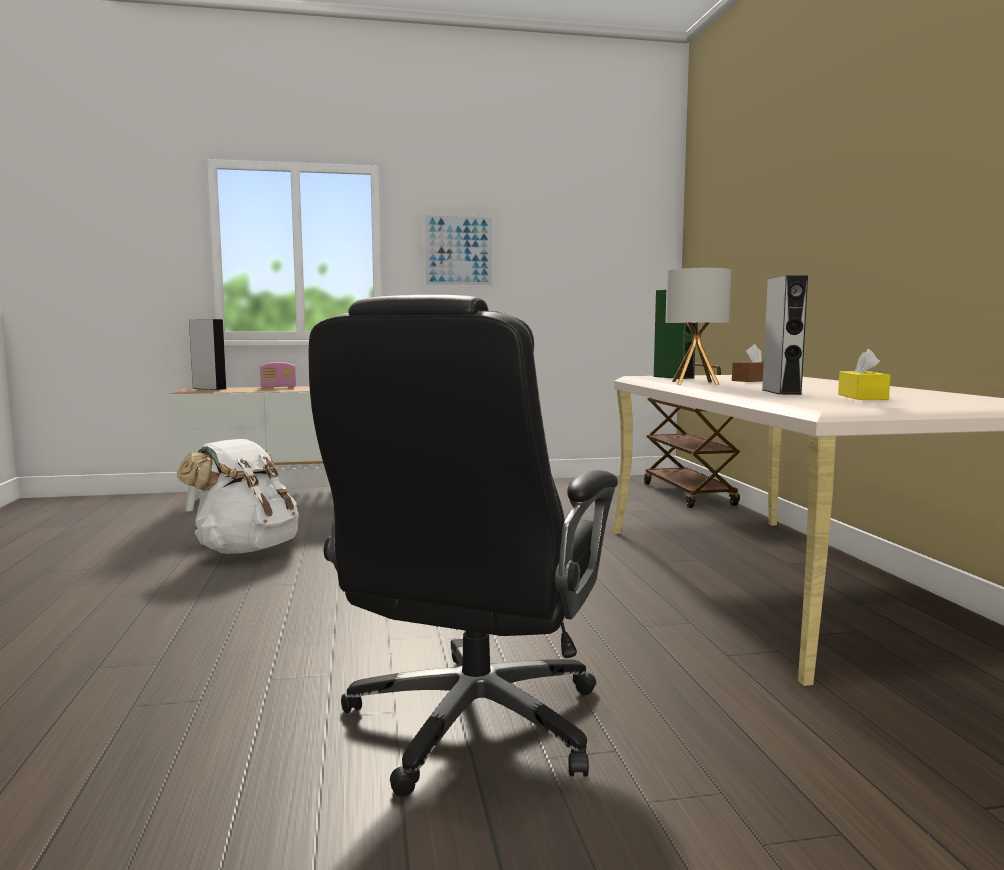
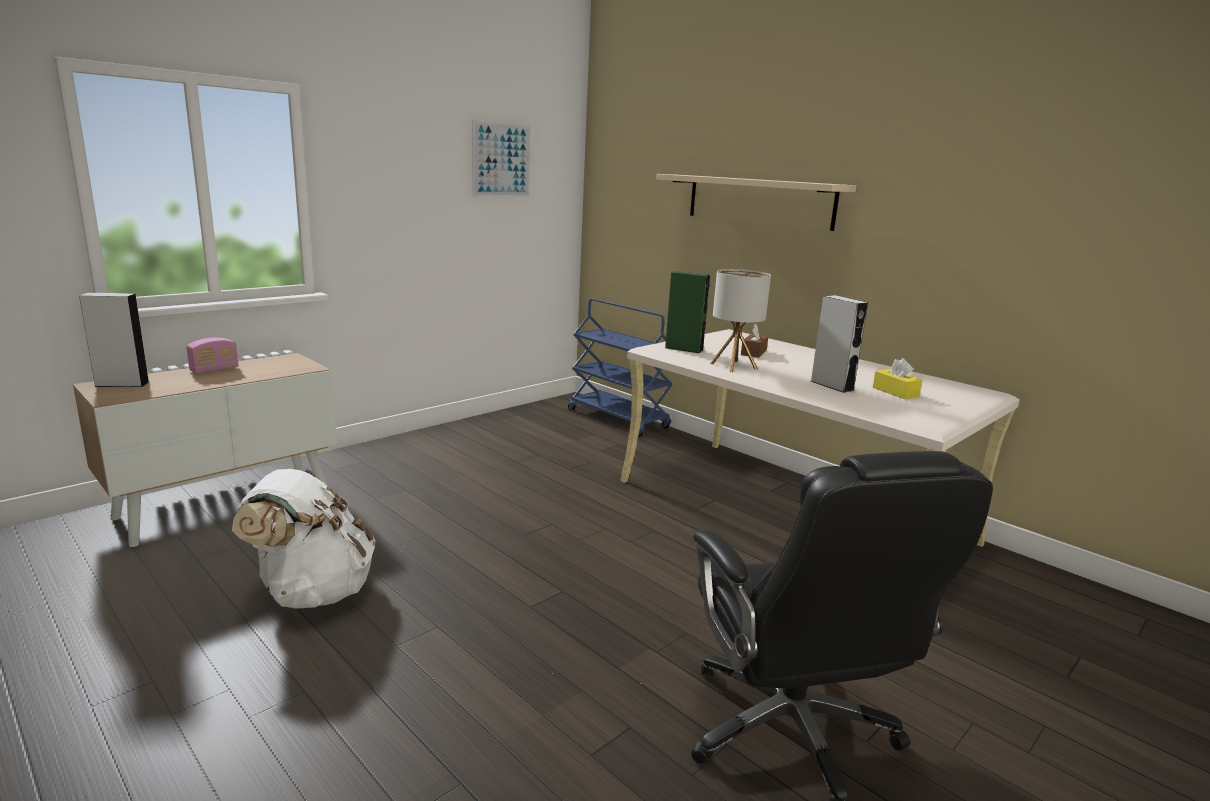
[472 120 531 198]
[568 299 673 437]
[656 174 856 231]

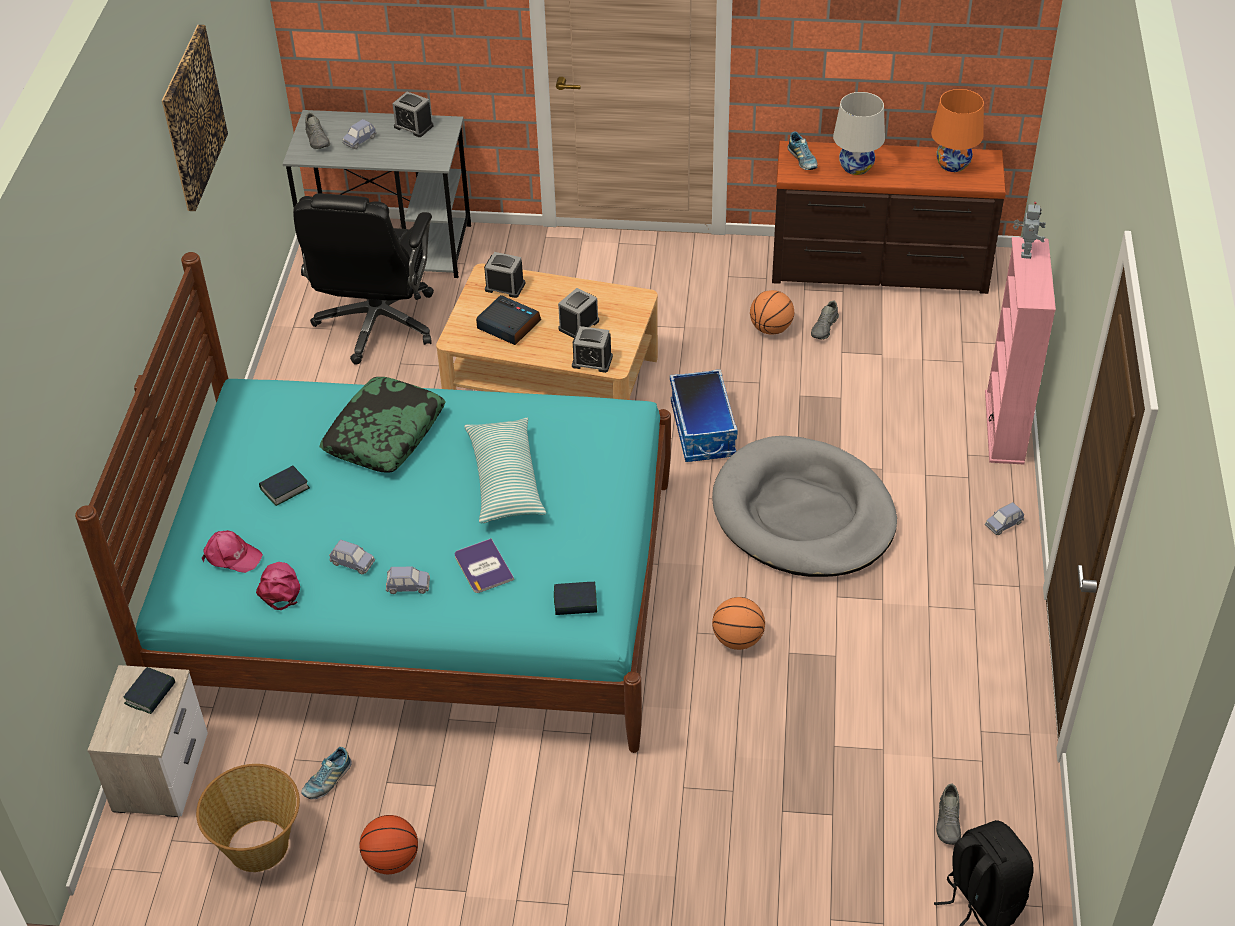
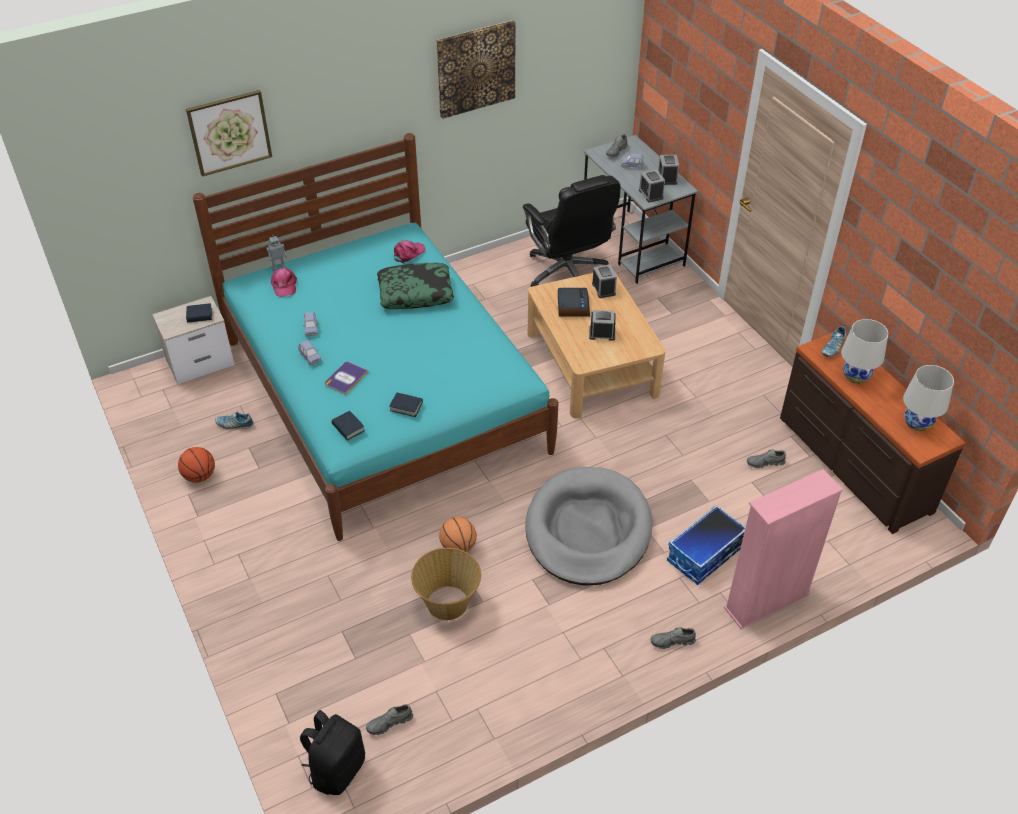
[411 548 481 620]
[394 240 425 263]
[390 393 423 417]
[523 175 620 287]
[464 418 546 523] (first image)
[639 170 665 203]
[667 505 745 585]
[750 290 794 335] (first image)
[903 365 954 431]
[651 627 696 649]
[266 235 287 271]
[186 90 272 177]

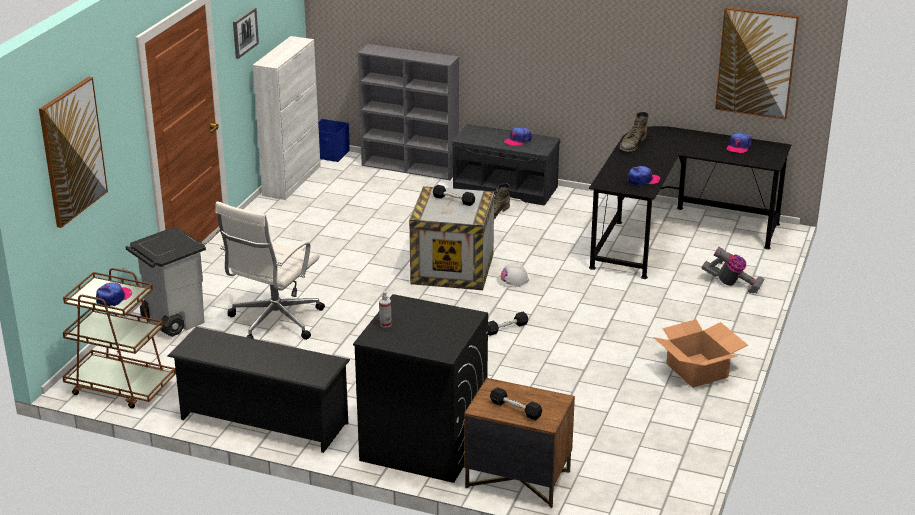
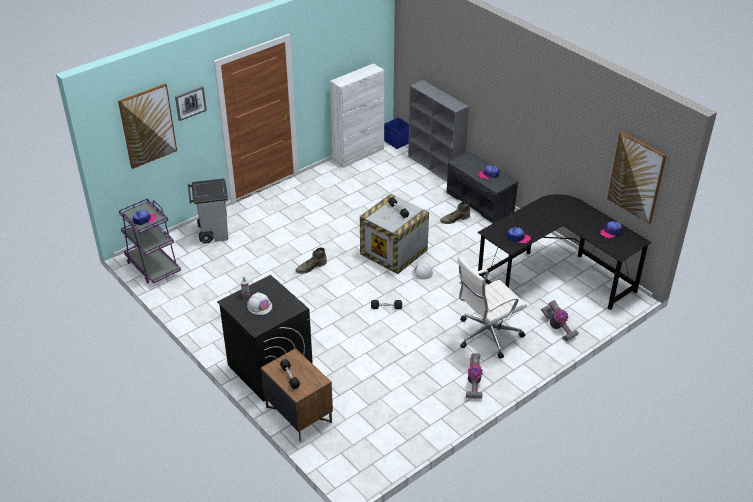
[119 199 181 284]
[167 327 350 453] (first image)
[457 257 527 359]
[175 86 207 121]
[295 248 327 274]
[466 353 483 399]
[247 292 272 315]

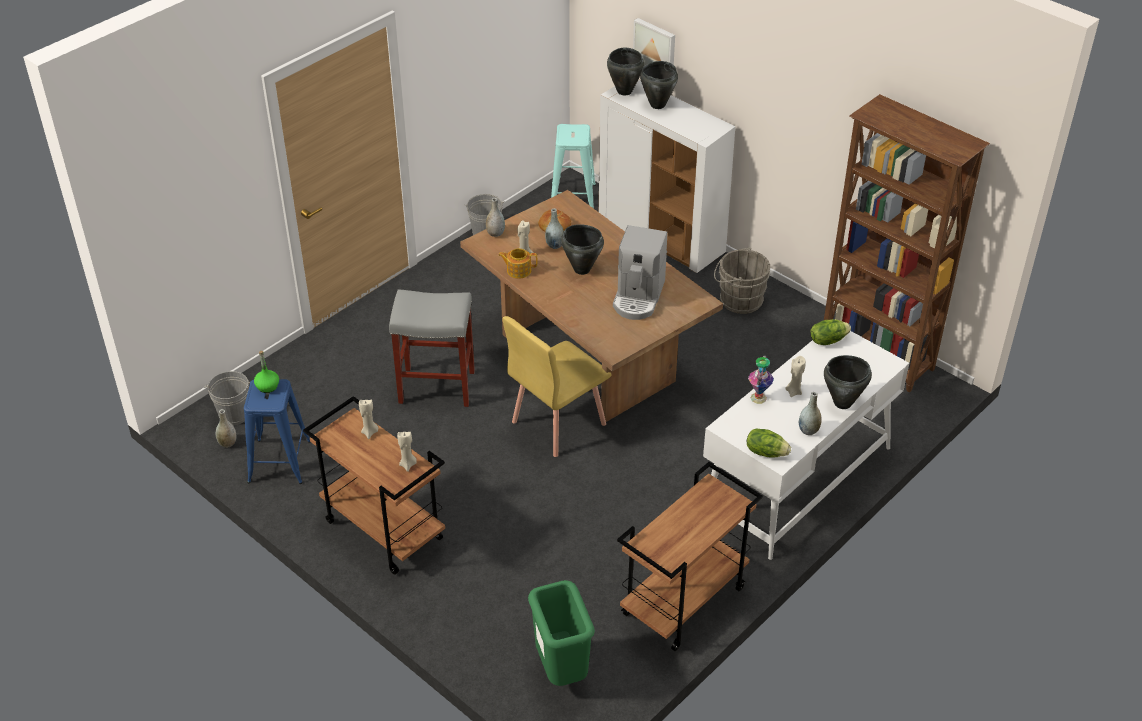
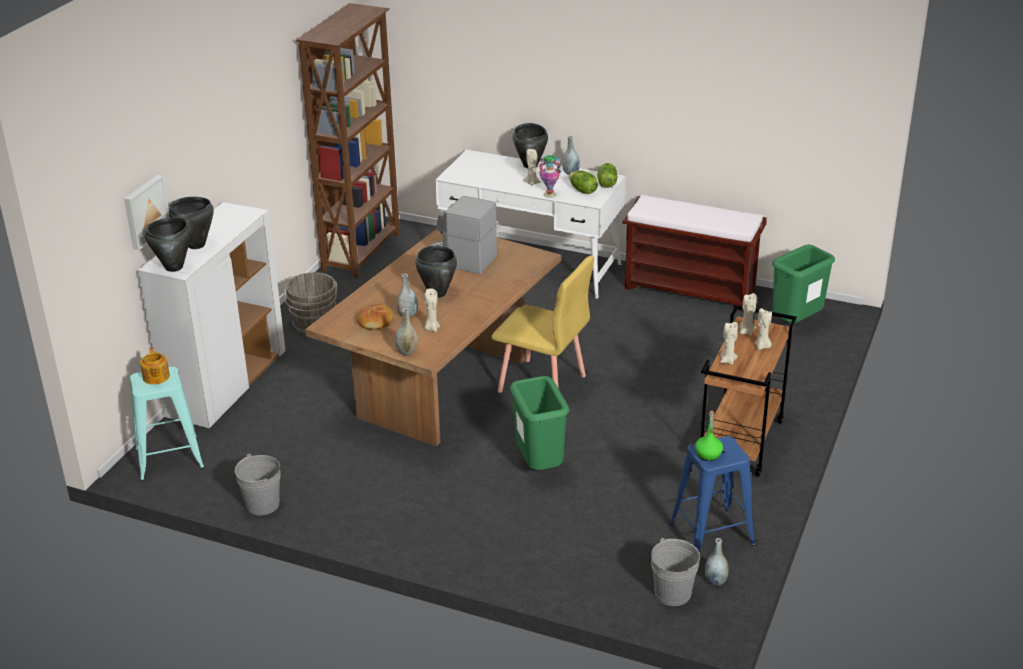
[510 376 569 470]
[140 348 170 385]
[430 196 497 274]
[623 195 767 312]
[569 171 598 194]
[755 308 772 350]

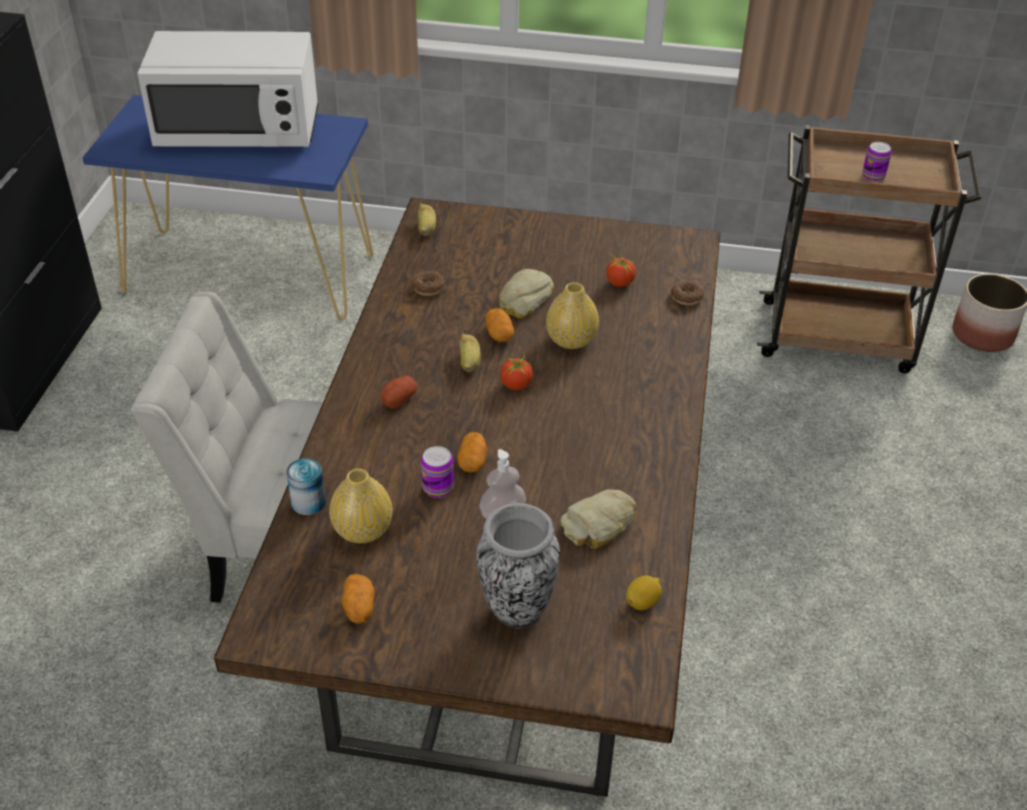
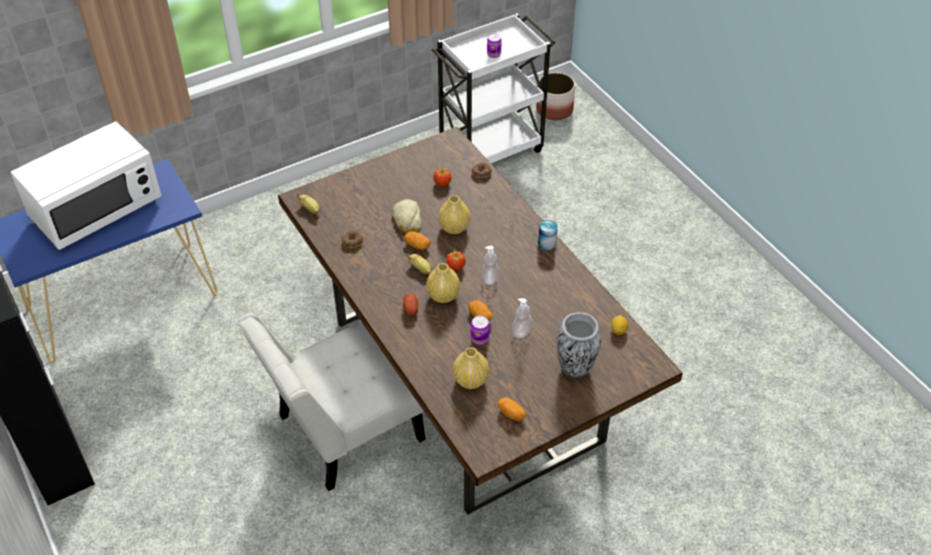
[538 220 558 250]
[560 489 636 549] (first image)
[431 13 556 163]
[426 263 460 303]
[481 246 499 285]

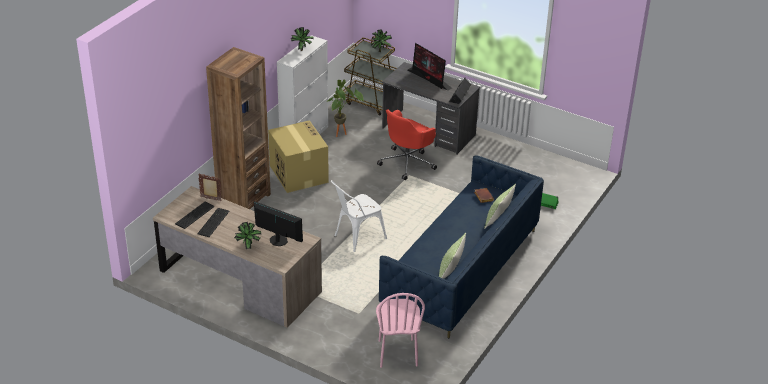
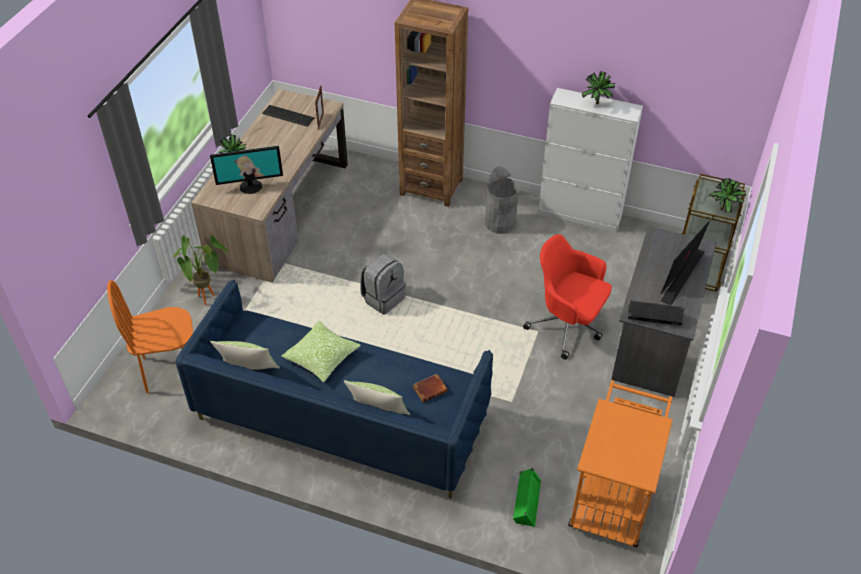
[197 208 229 237] (first image)
[210 146 283 194]
[485 167 519 234]
[173 235 228 305]
[360 254 406 314]
[107 280 193 394]
[282 321 361 383]
[568 380 673 548]

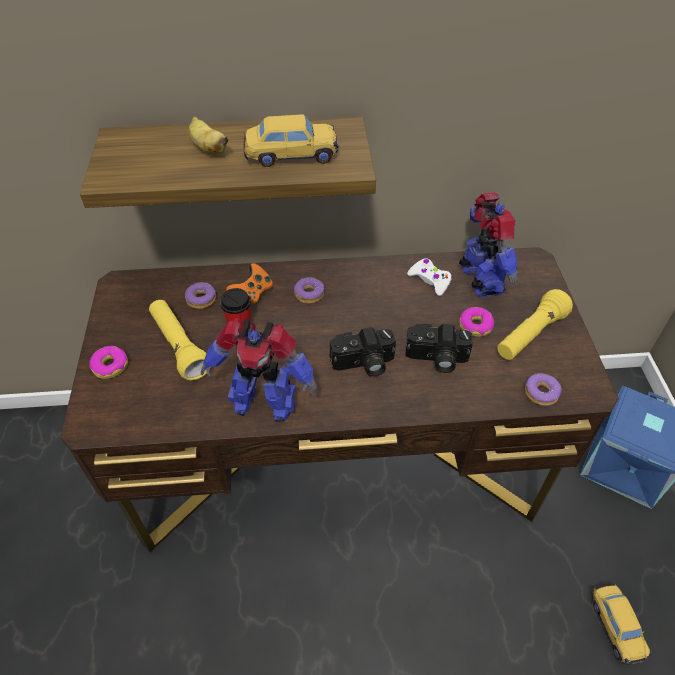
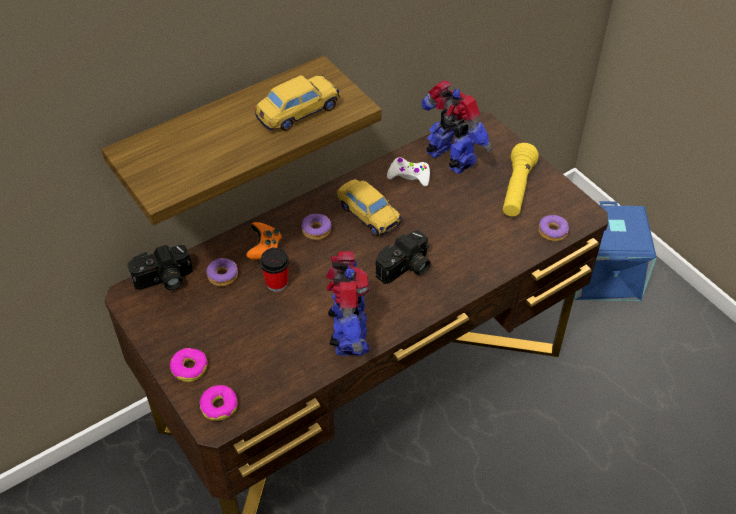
[149 300 206 381] (first image)
[189 117 228 155] (first image)
[326 251 371 357]
[127 245 193 290]
[200 385 238 421]
[336 179 402 237]

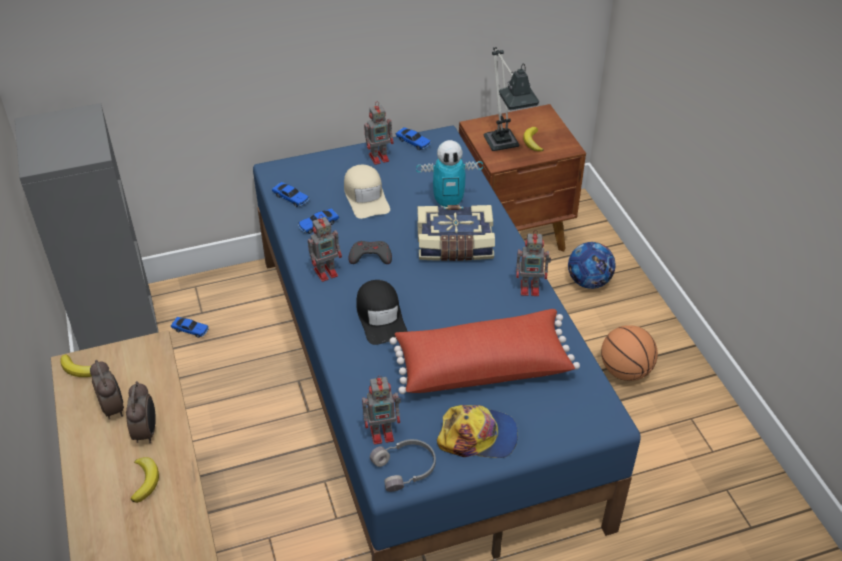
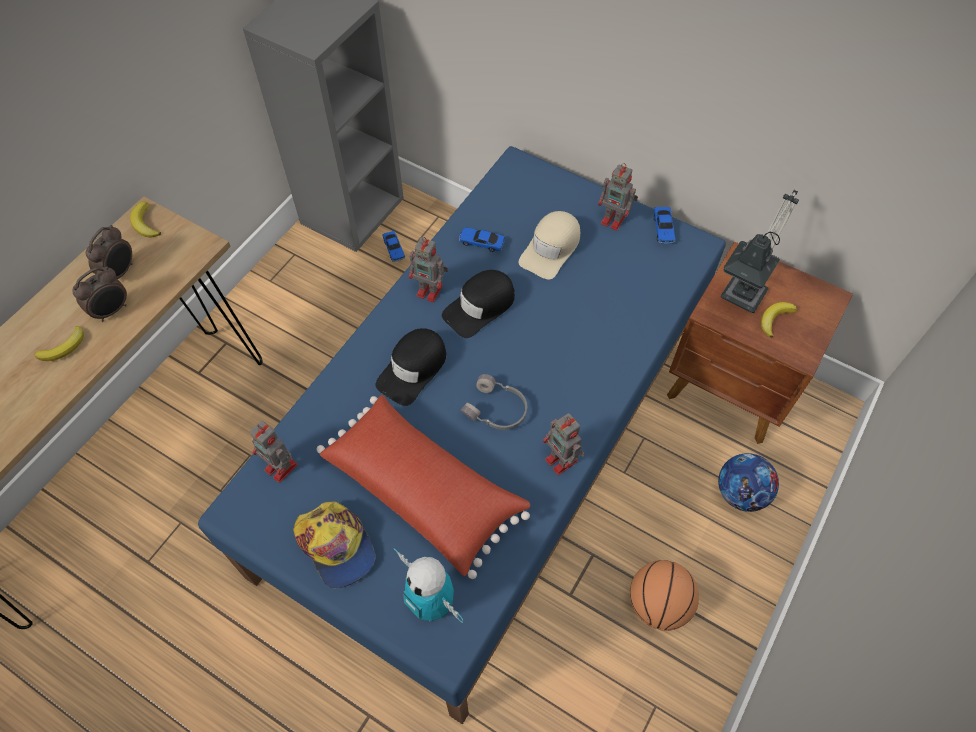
[272 182 309 207] (first image)
[442 270 515 338]
[461 374 527 430]
[394 548 464 623]
[418 205 495 261] (first image)

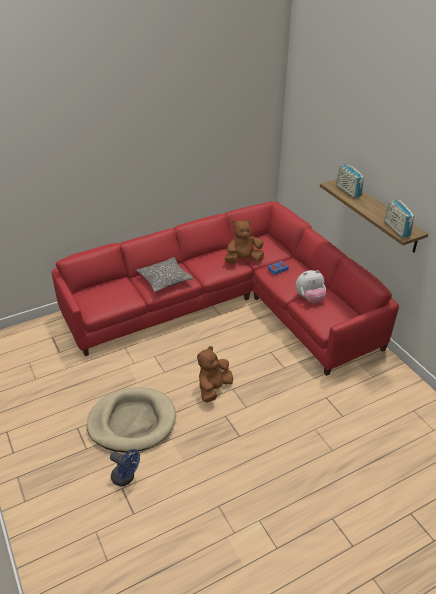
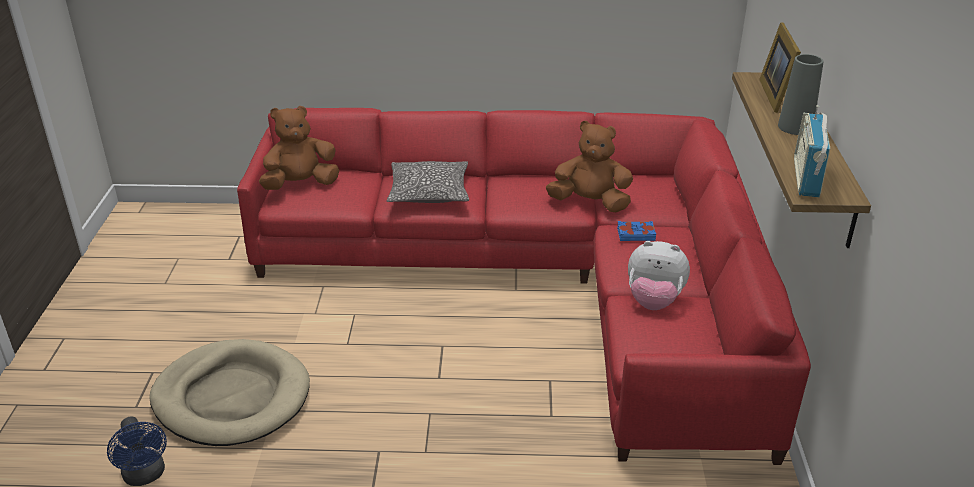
[259 106 339 190]
[759 22 801 113]
[778 54 824 135]

